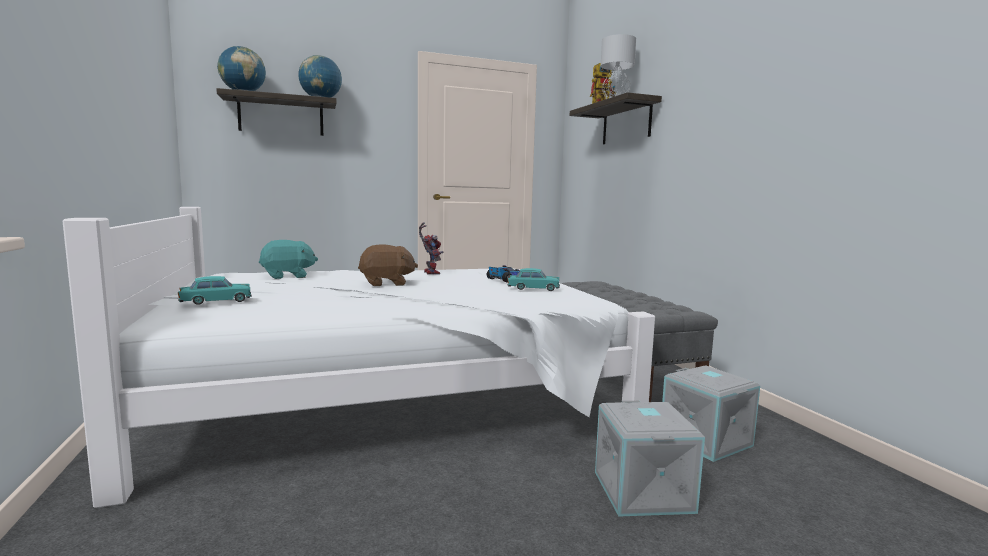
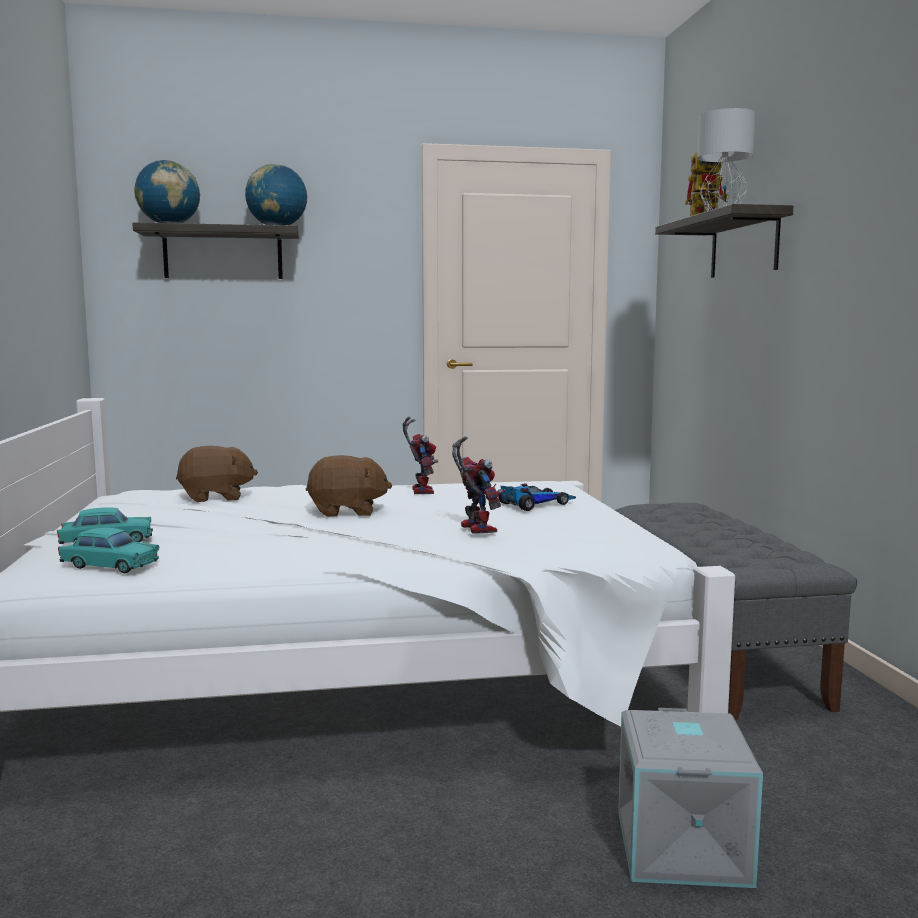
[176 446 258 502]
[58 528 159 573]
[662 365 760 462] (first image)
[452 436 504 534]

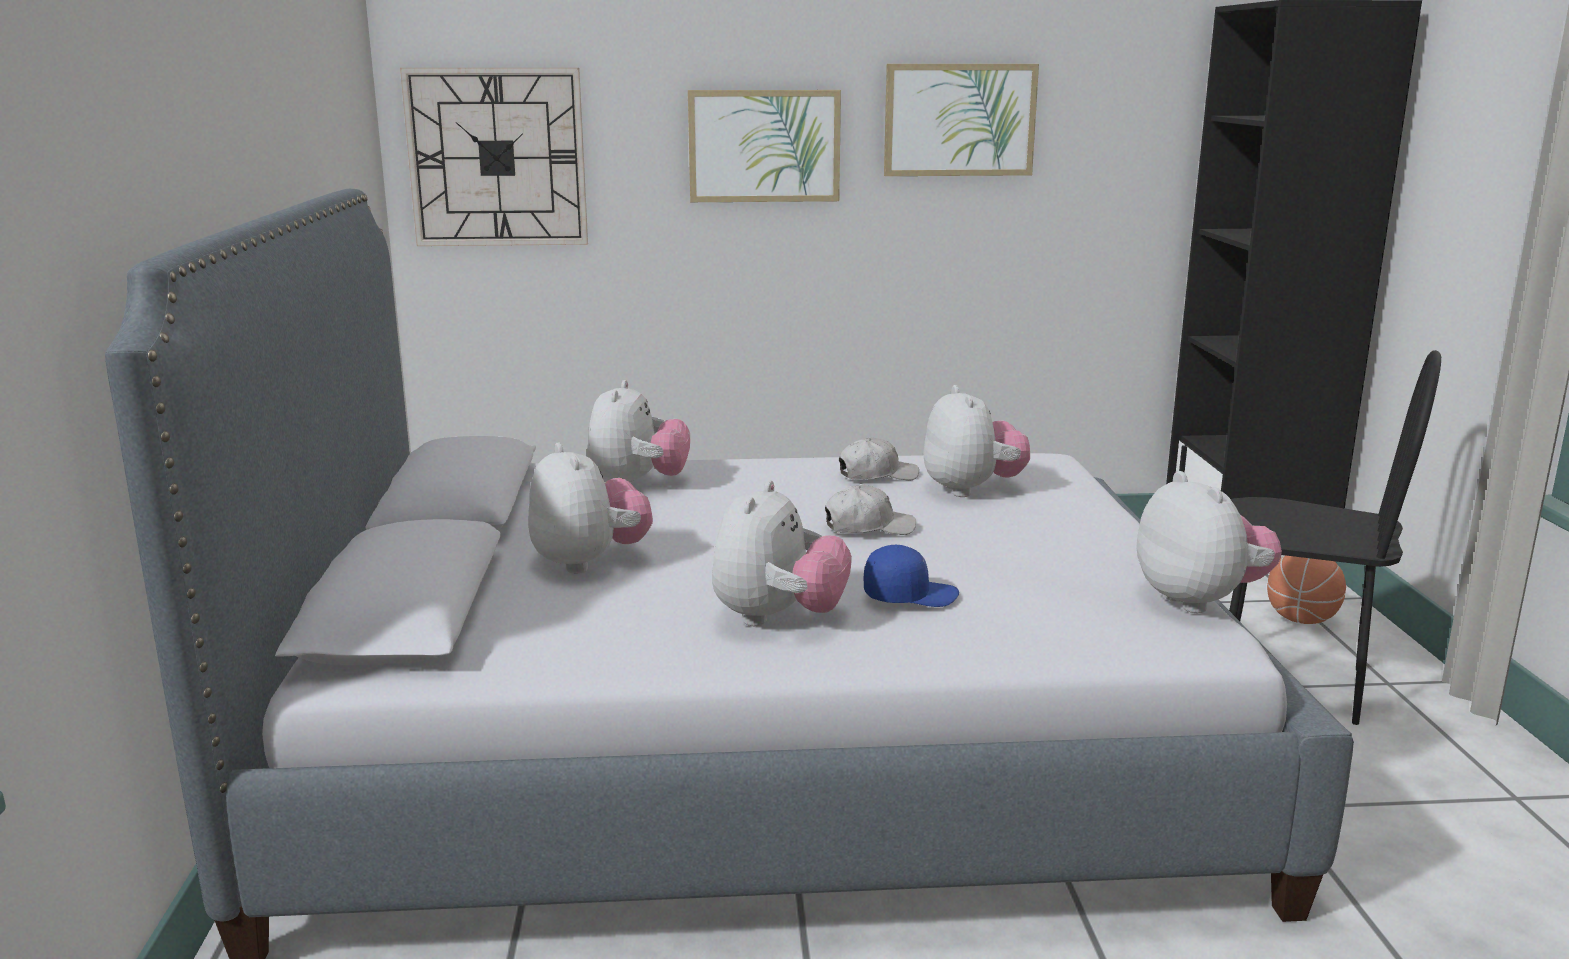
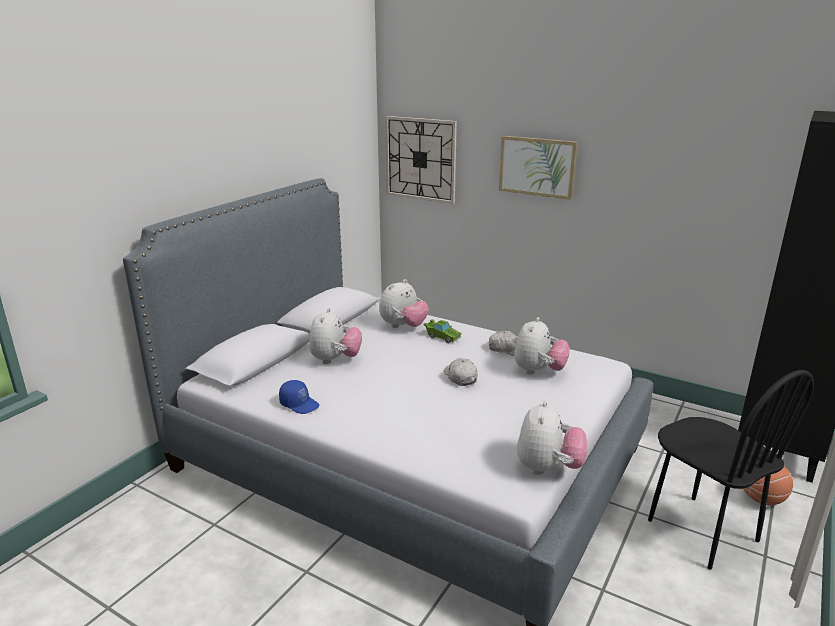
[712 480 852 626] (first image)
[444 358 477 386]
[279 380 319 414]
[884 64 1039 176] (first image)
[424 319 461 343]

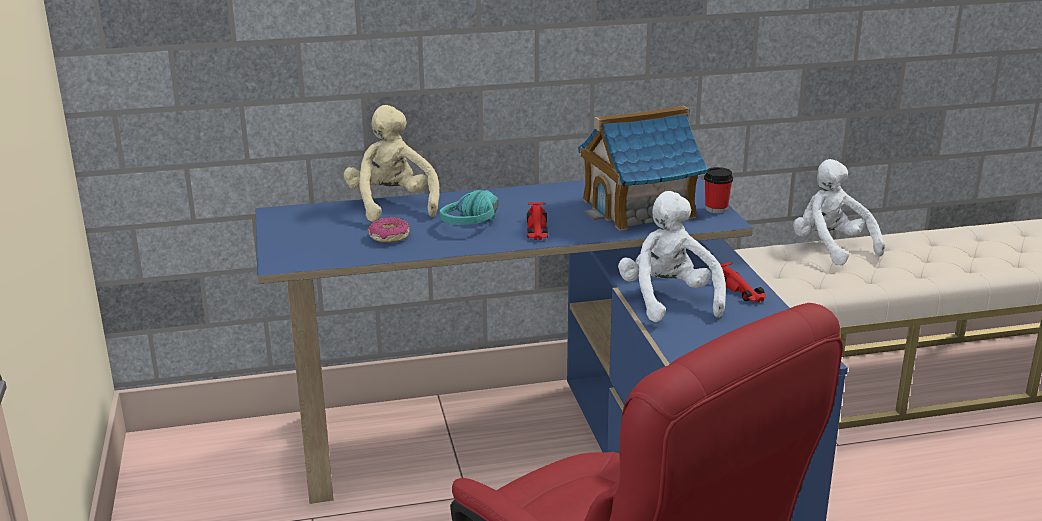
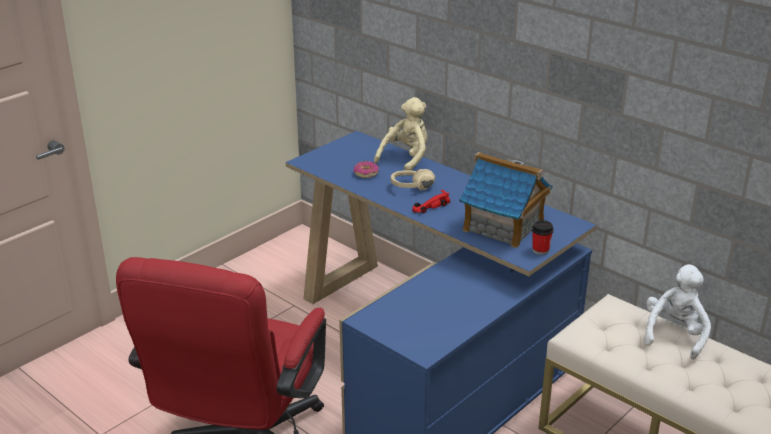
[391 169 435 190]
[618 191 726 322] (first image)
[720 262 766 302] (first image)

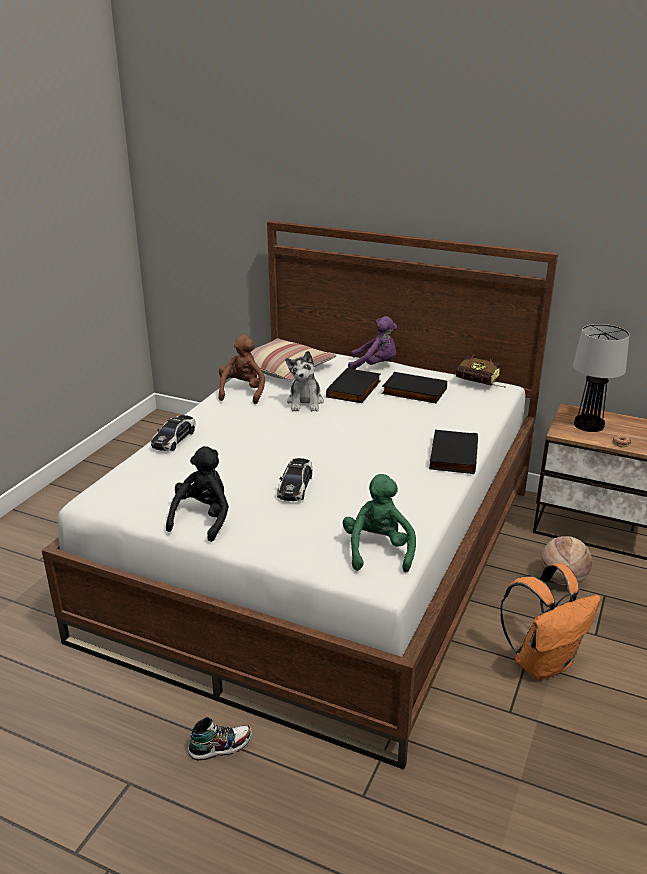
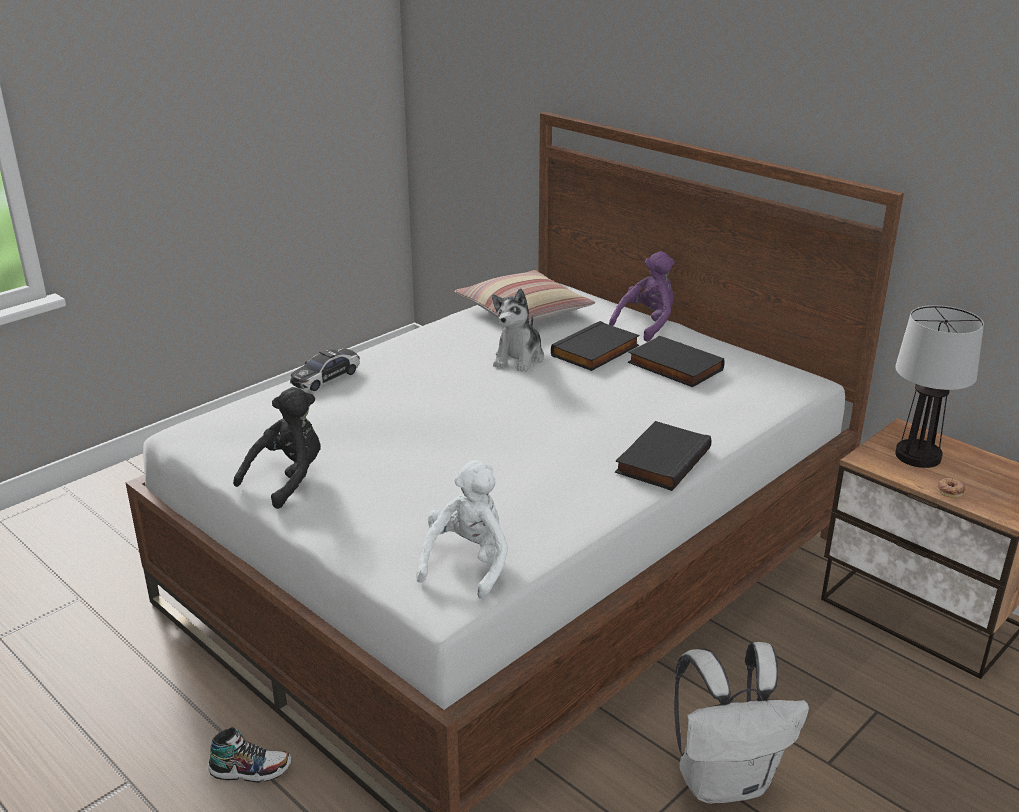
[219 335 265 404] (first image)
[277 458 312 501] (first image)
[416 460 508 600]
[609 251 675 342]
[456 354 506 388] (first image)
[674 642 809 804]
[541 536 592 586] (first image)

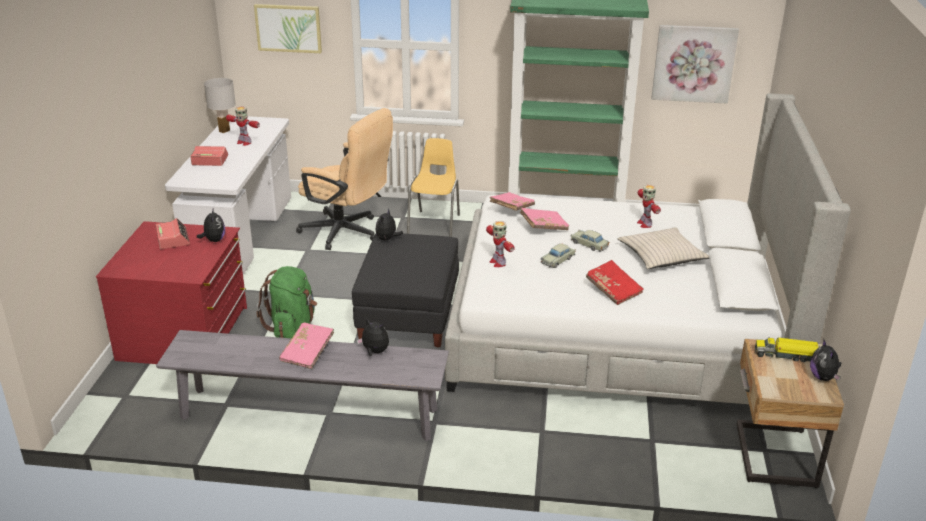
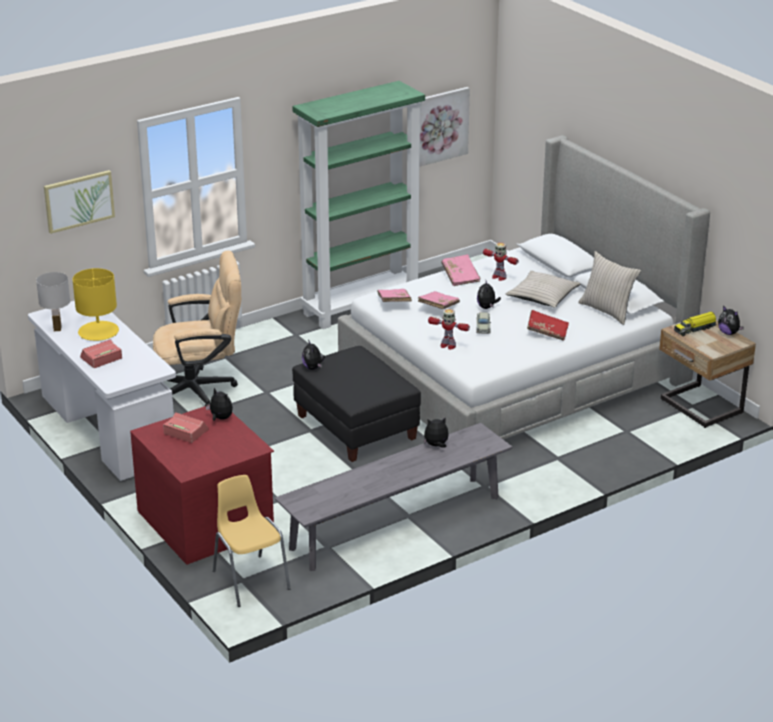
[72 268 119 341]
[257 266 317 338] (first image)
[441 254 481 286]
[213 475 291 607]
[477 281 501 309]
[578 251 641 325]

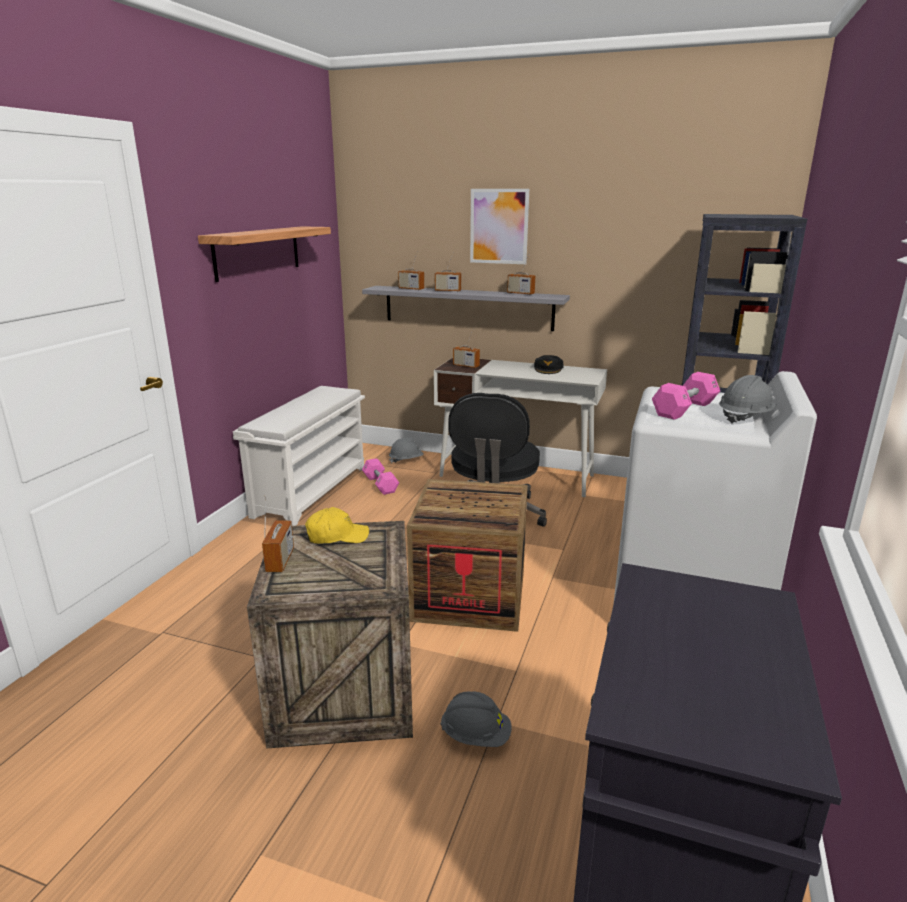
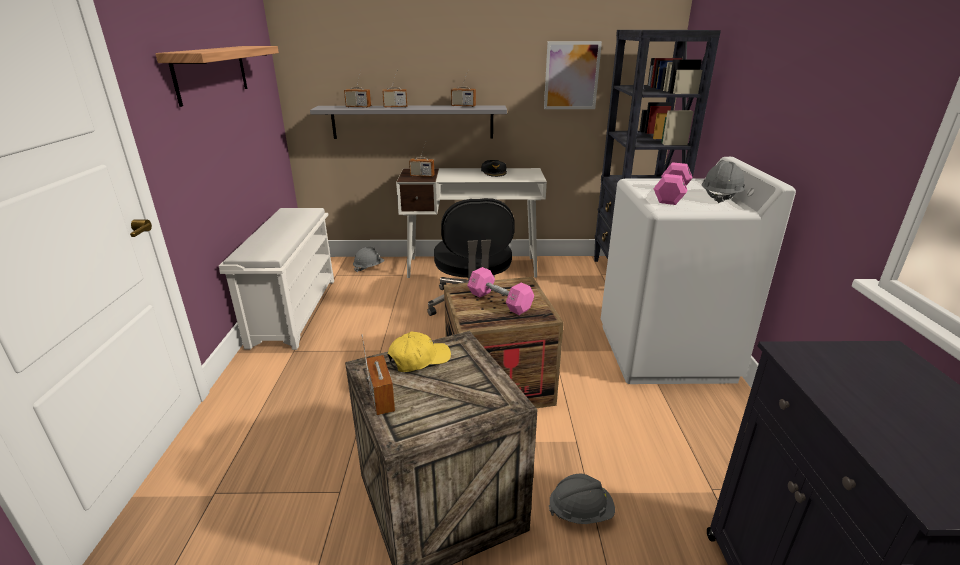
[467 267 534 315]
[544 41 602 109]

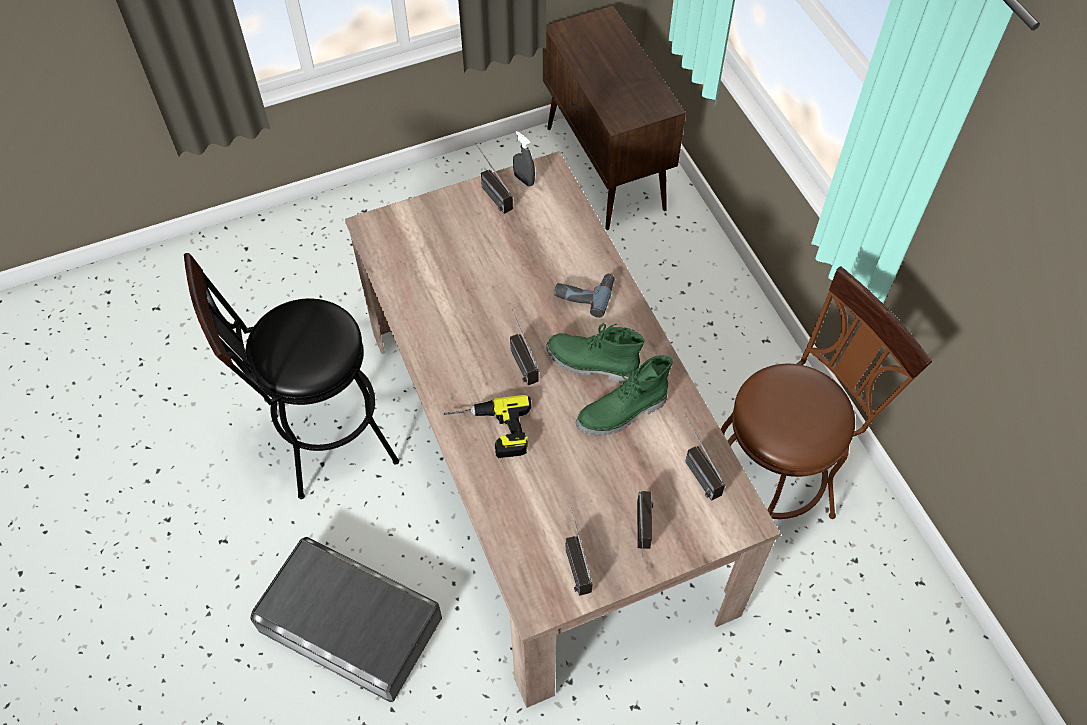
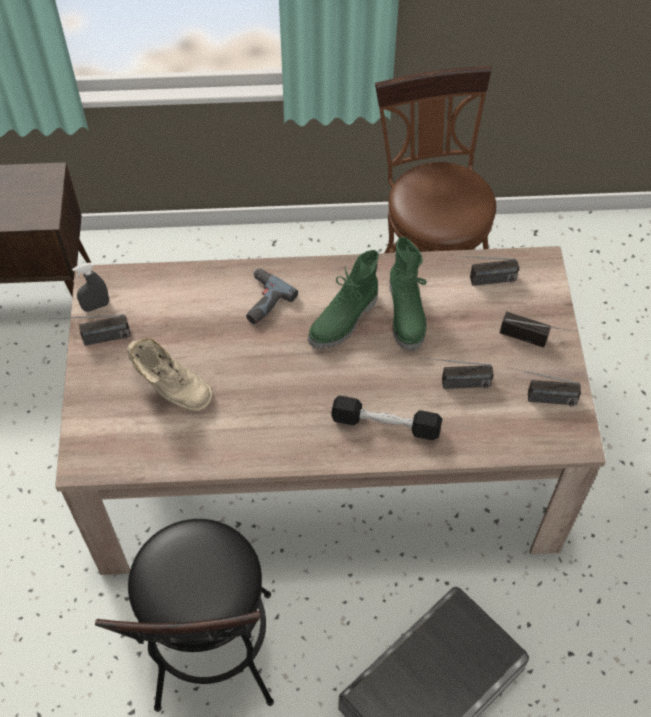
[331 395 442 440]
[419 357 494 389]
[127 338 213 411]

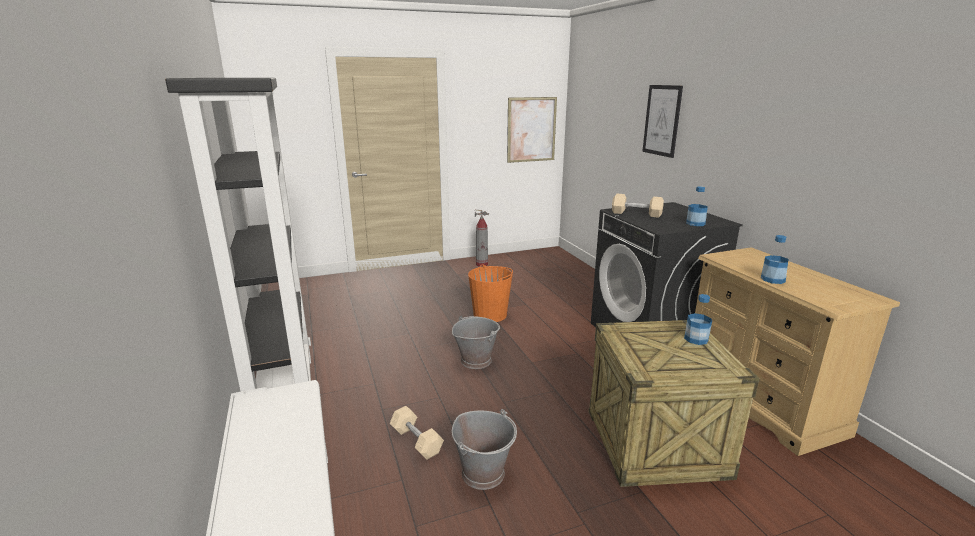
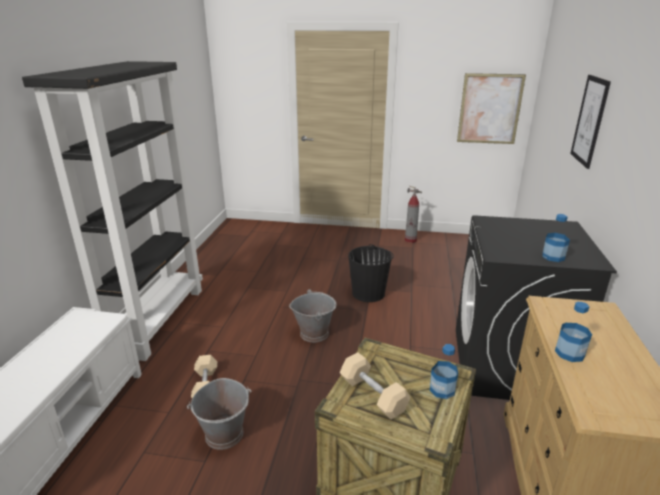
[348 244 394 302]
[339 352 410 419]

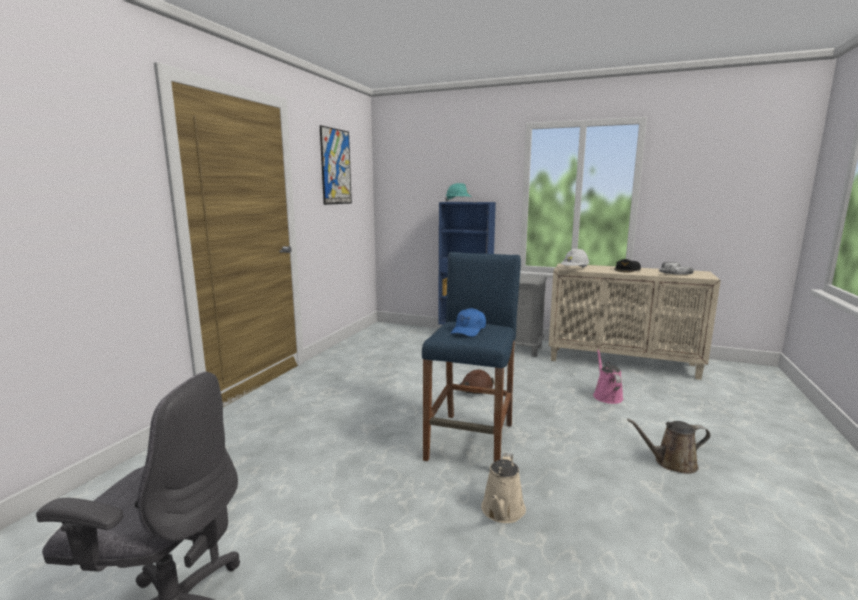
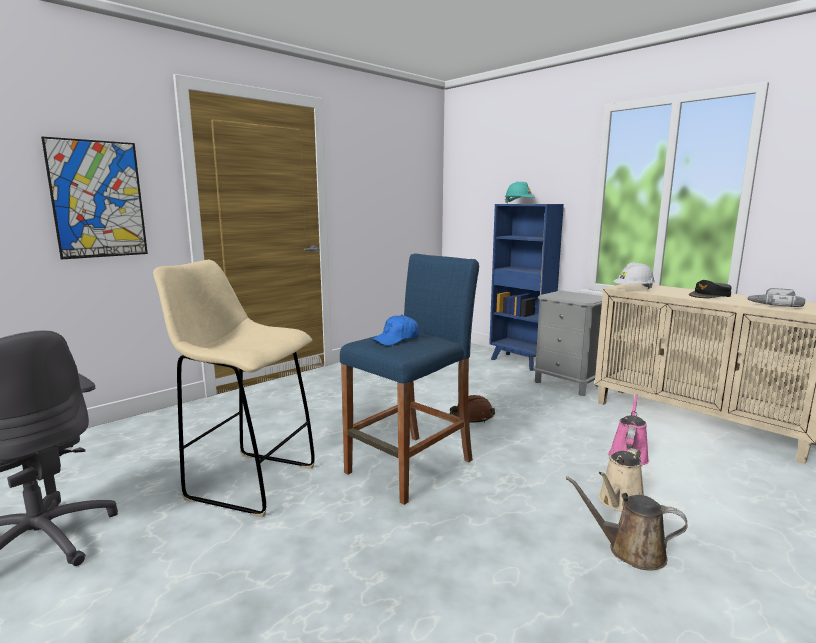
[41 137 148 260]
[598 448 644 512]
[153 260 315 517]

